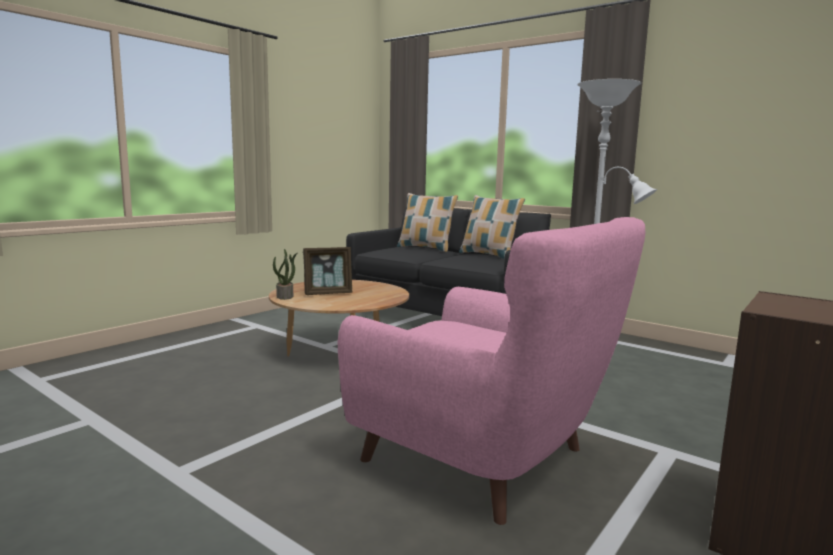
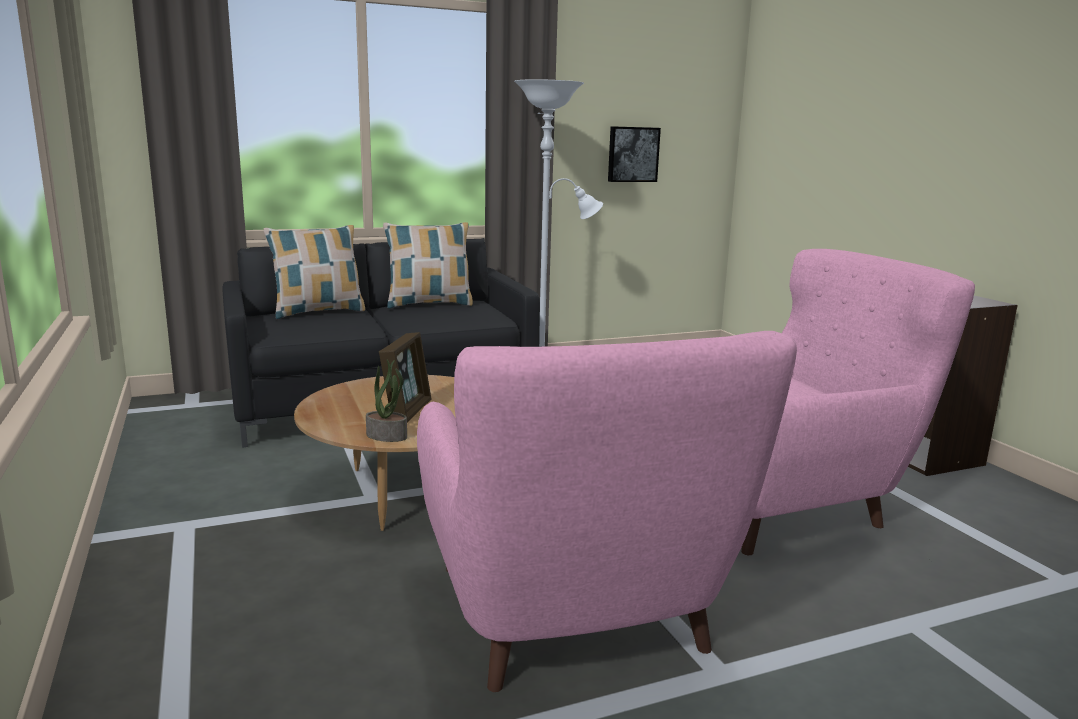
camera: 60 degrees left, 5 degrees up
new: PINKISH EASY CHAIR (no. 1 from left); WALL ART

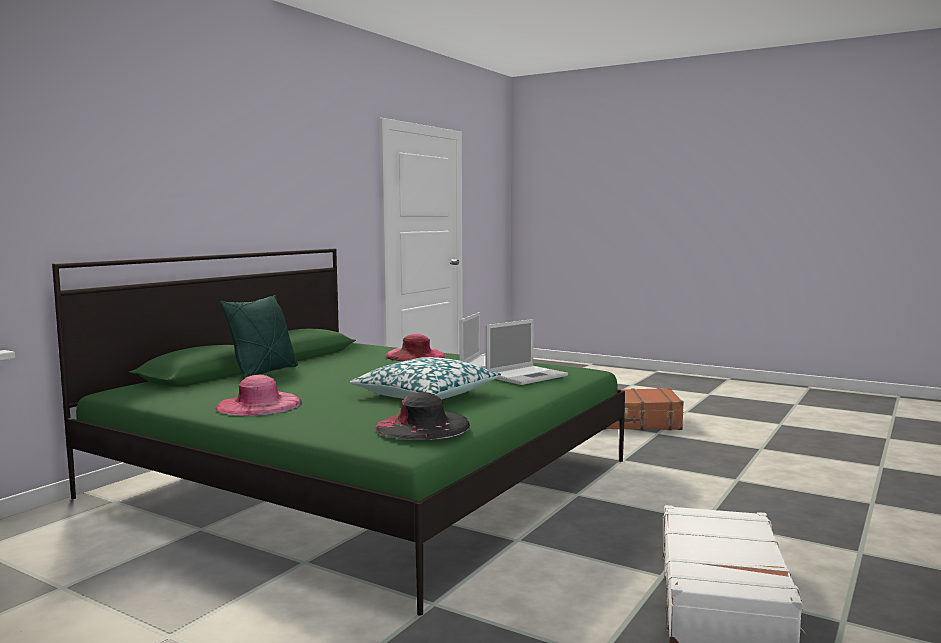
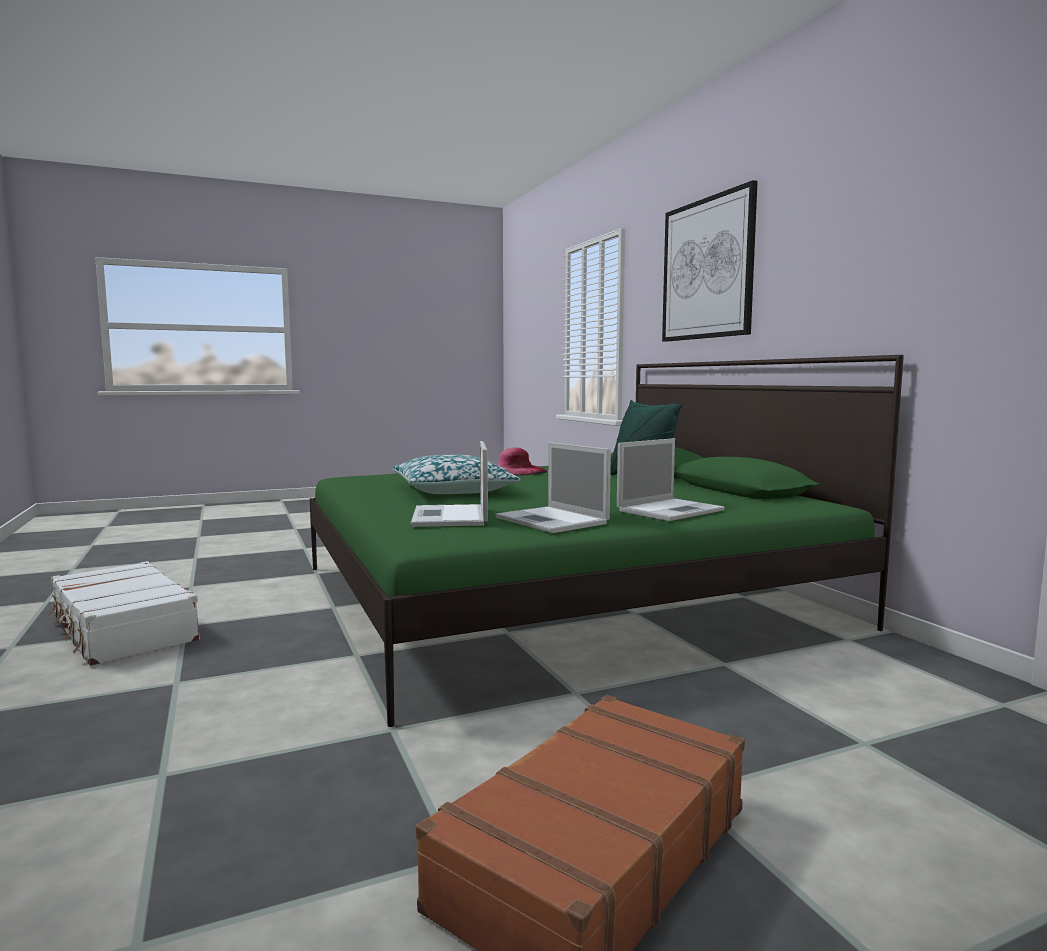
camera: 125 degrees right, 0 degrees up
gone: BLACK HAT
new: WALL ART
swapped: PINKISH HAT (no. 2 from left) to NOTEBOOK COMPUTER (no. 3 from left)

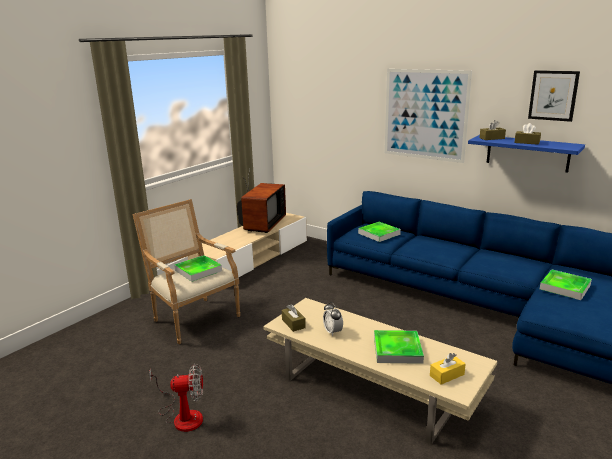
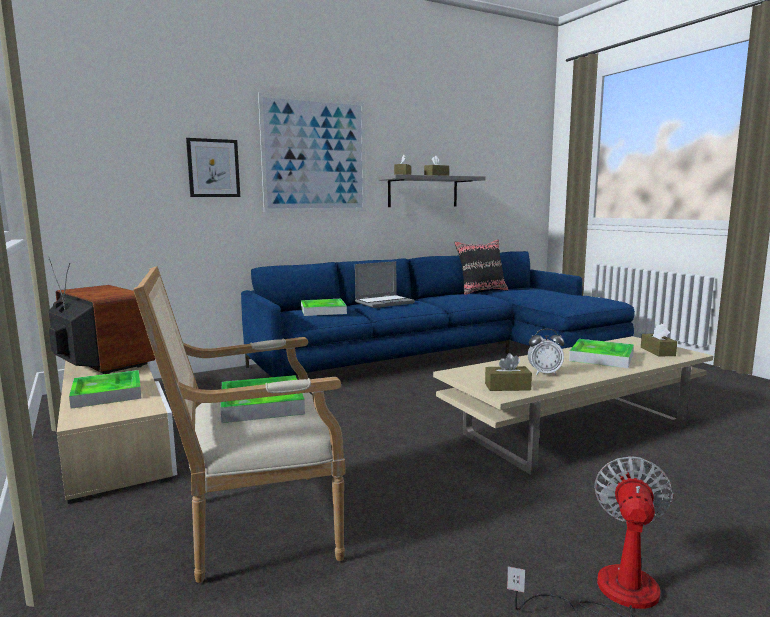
camera: 65 degrees left, 10 degrees down
new: NOTEBOOK COMPUTER; BLACK THROW PILLOW
shifted: WALL ART (no. 2 from left in the first image) to WALL ART (no. 1 from left); CARRYING TRAY (no. 4 from left in the first image) to CARRYING TRAY (no. 1 from left)
repainted: YELLOW BOX OF TISSUES to BROWN BOX OF TISSUES (no. 4 from left); BLUE-COLOURED WALL SHELF to GRAY WALL SHELF

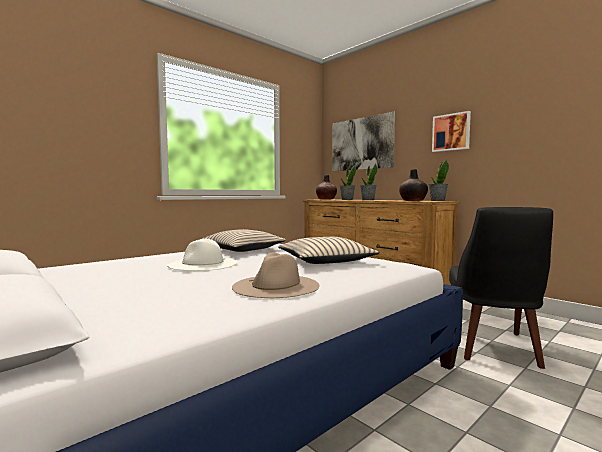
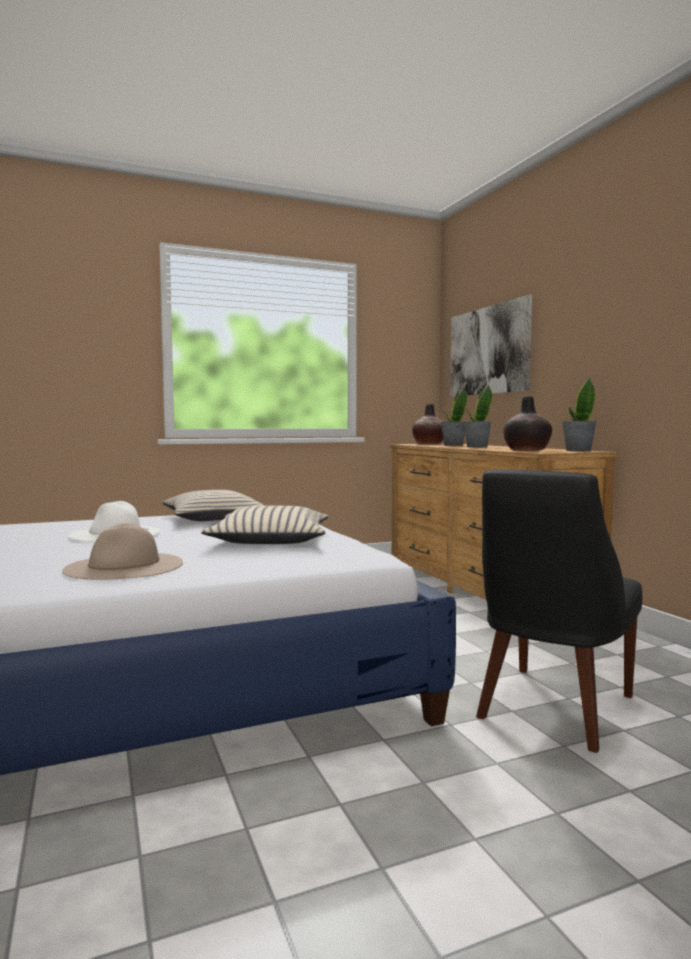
camera: 20 degrees right, 0 degrees up
gone: WALL ART (no. 2 from left)

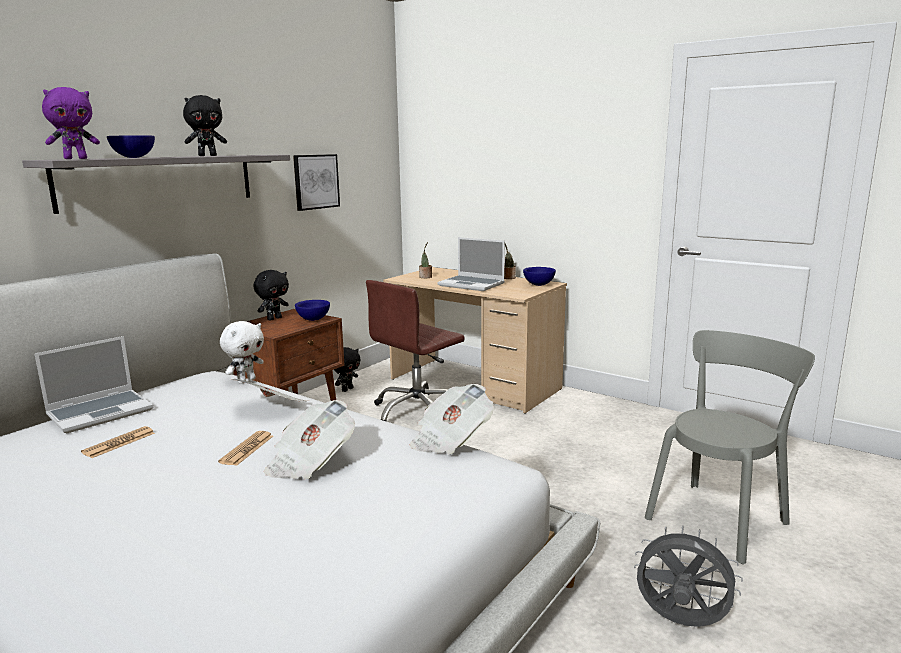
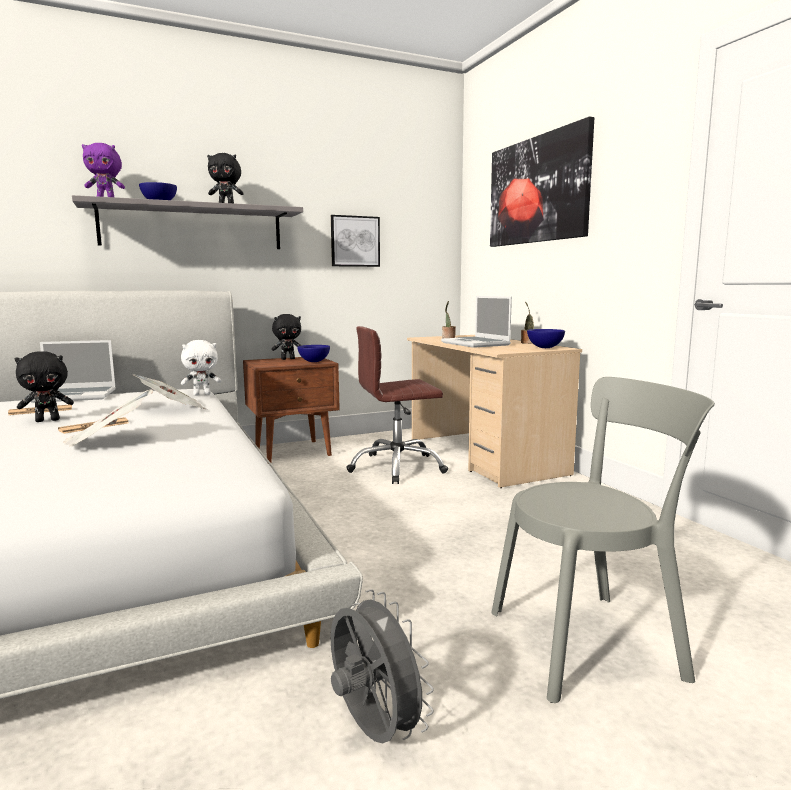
camera: 30 degrees right, 5 degrees down
gone: DAILY PAPER (no. 5 from left)
new: WALL ART (no. 2 from left)
shifted: BLACK PLUSH TOY (no. 3 from left in the first image) to BLACK PLUSH TOY (no. 1 from left)

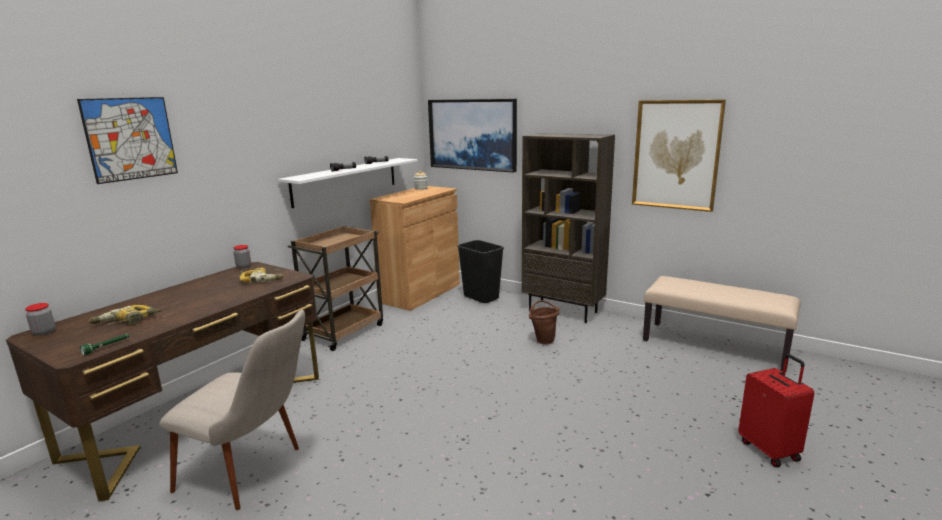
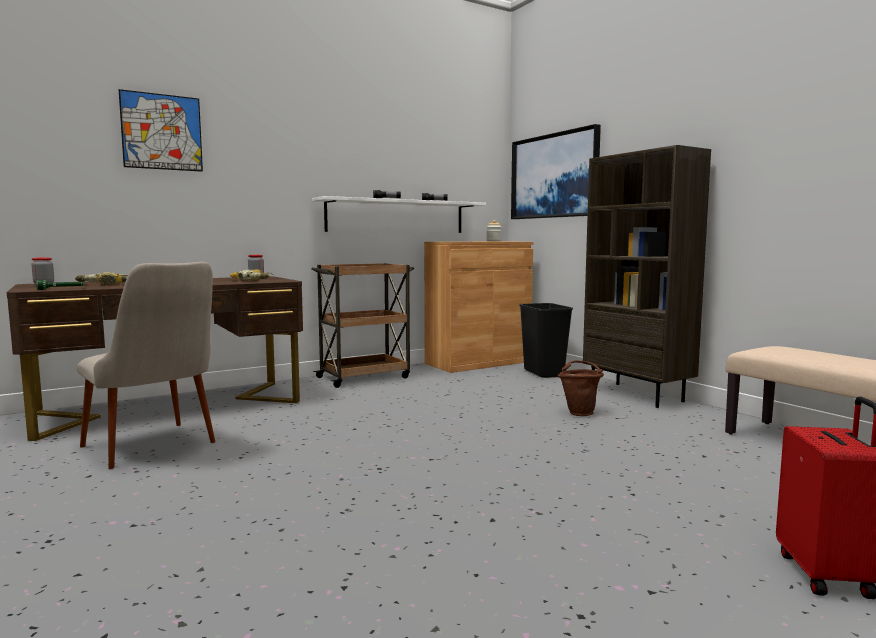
camera: 25 degrees right, 10 degrees down
gone: WALL ART (no. 3 from left)

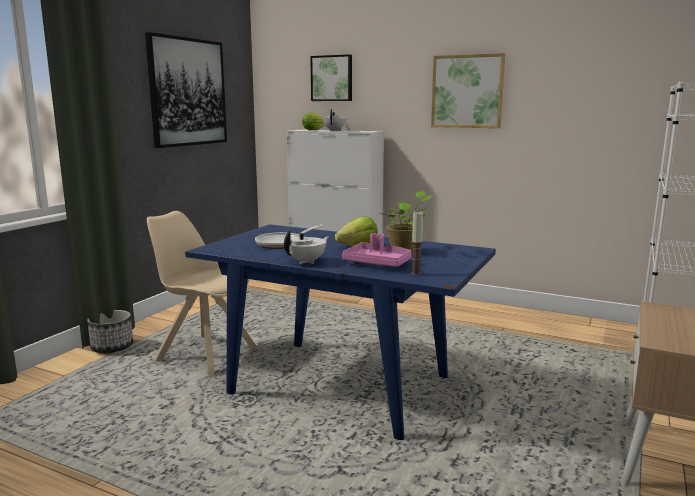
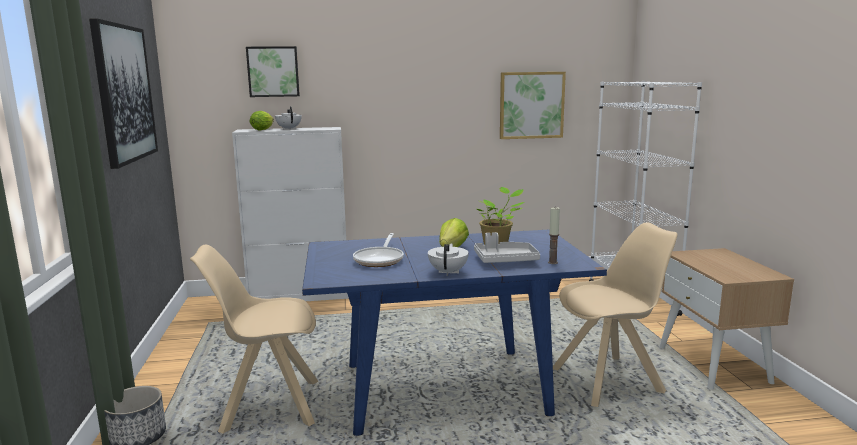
camera: 35 degrees left, 0 degrees up
new: SAND-COLOURED CHAIR (no. 2 from left)
shifted: WALL ART (no. 3 from left)
repainted: PINKISH CARRYING TRAY to GRAY CARRYING TRAY

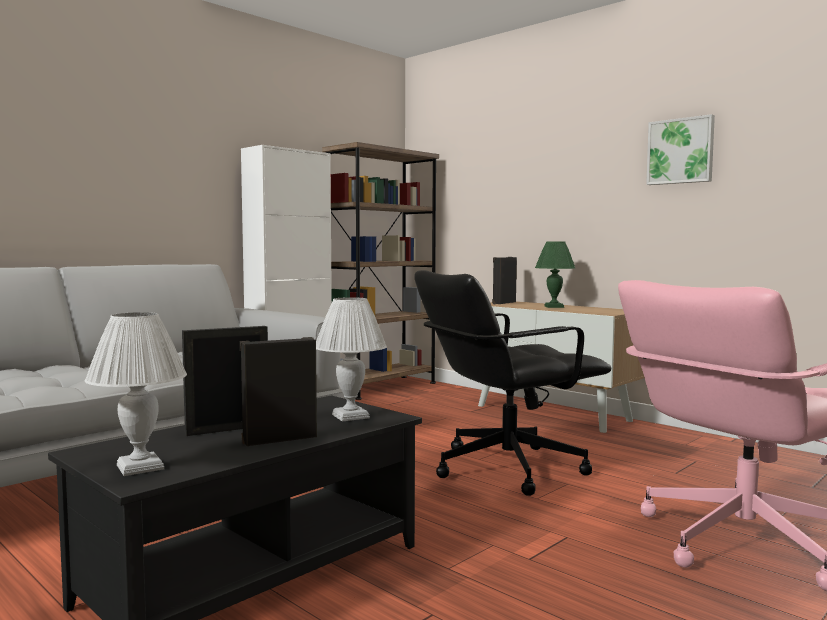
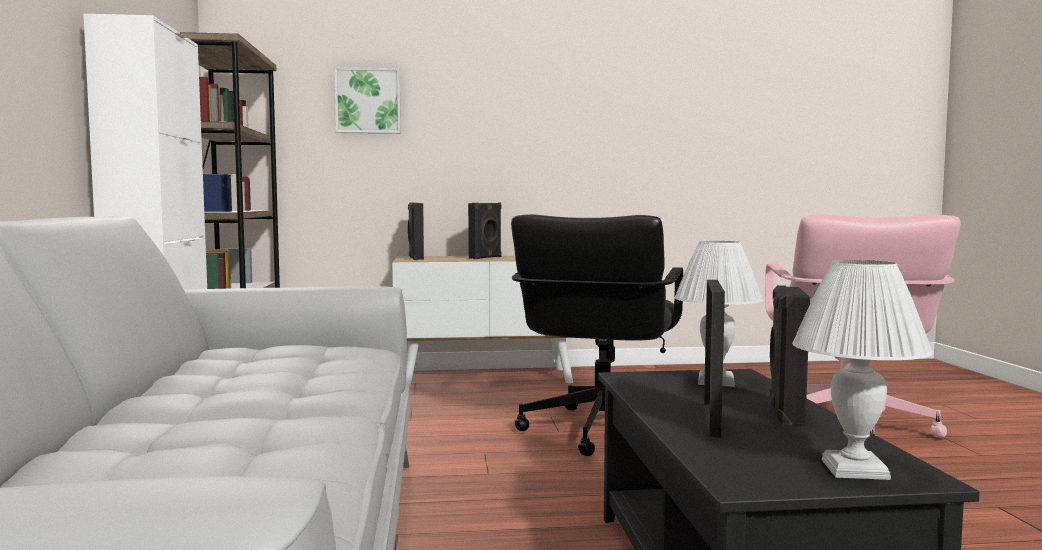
camera: 50 degrees left, 0 degrees up
shifted: WALL ART
swapped: GREEN TABLE LAMP to BLACK LOUDSPEAKER (no. 2 from left)

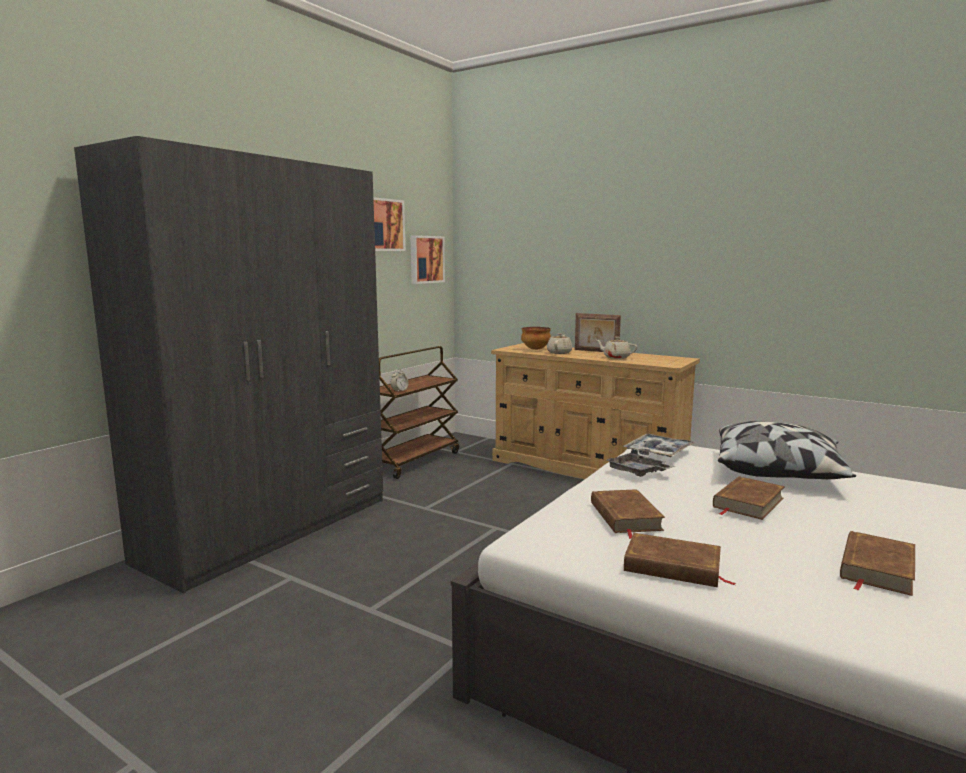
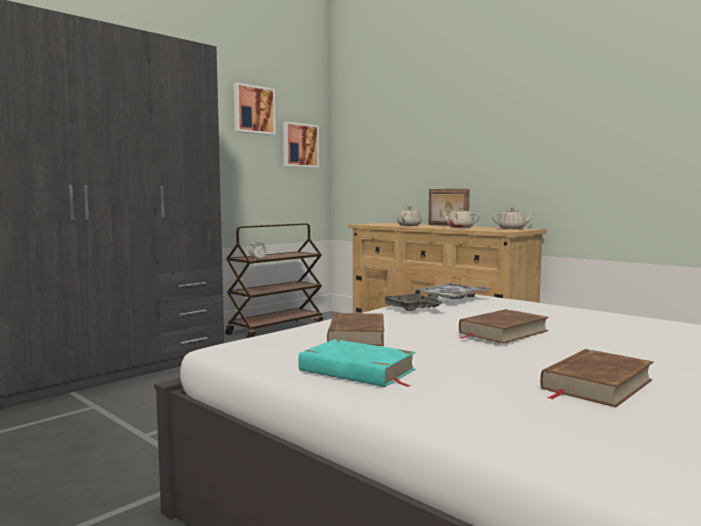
camera: 10 degrees right, 5 degrees down
gone: BOWL; THROW PILLOW
new: SAND-COLOURED POT FOR TEA (no. 3 from left)
repainted: BROWN VOLUME (no. 2 from left) to BLUE-GREEN VOLUME

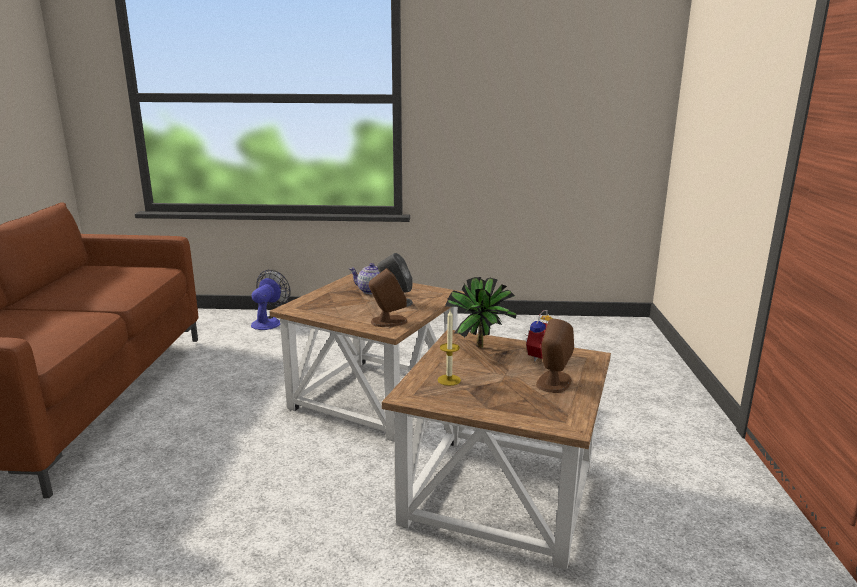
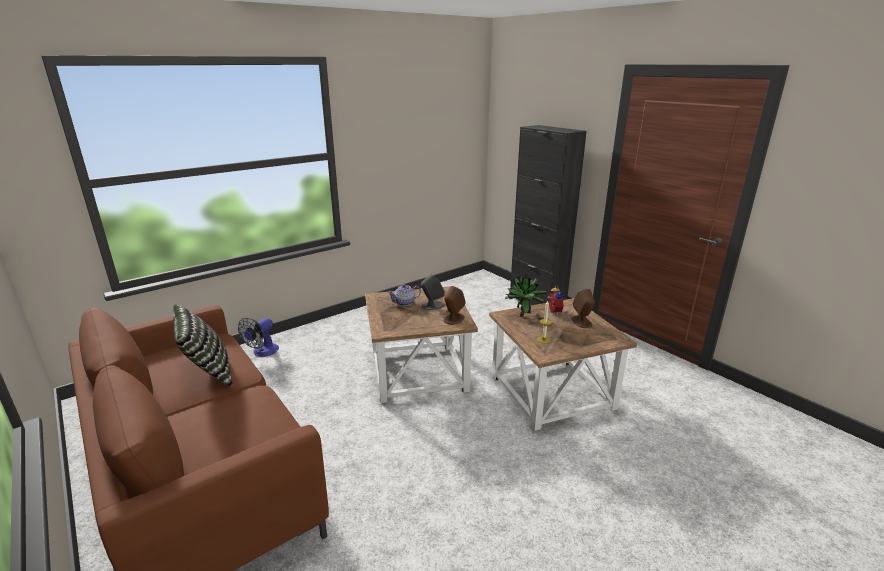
camera: 40 degrees left, 5 degrees up
new: THROW PILLOW; BLACK CUPBOARD
rotated: ELECTRIC FAN 135 degrees counterclockwise

